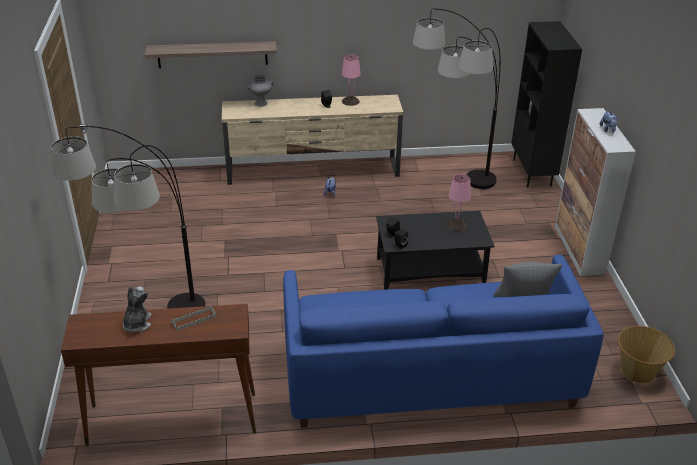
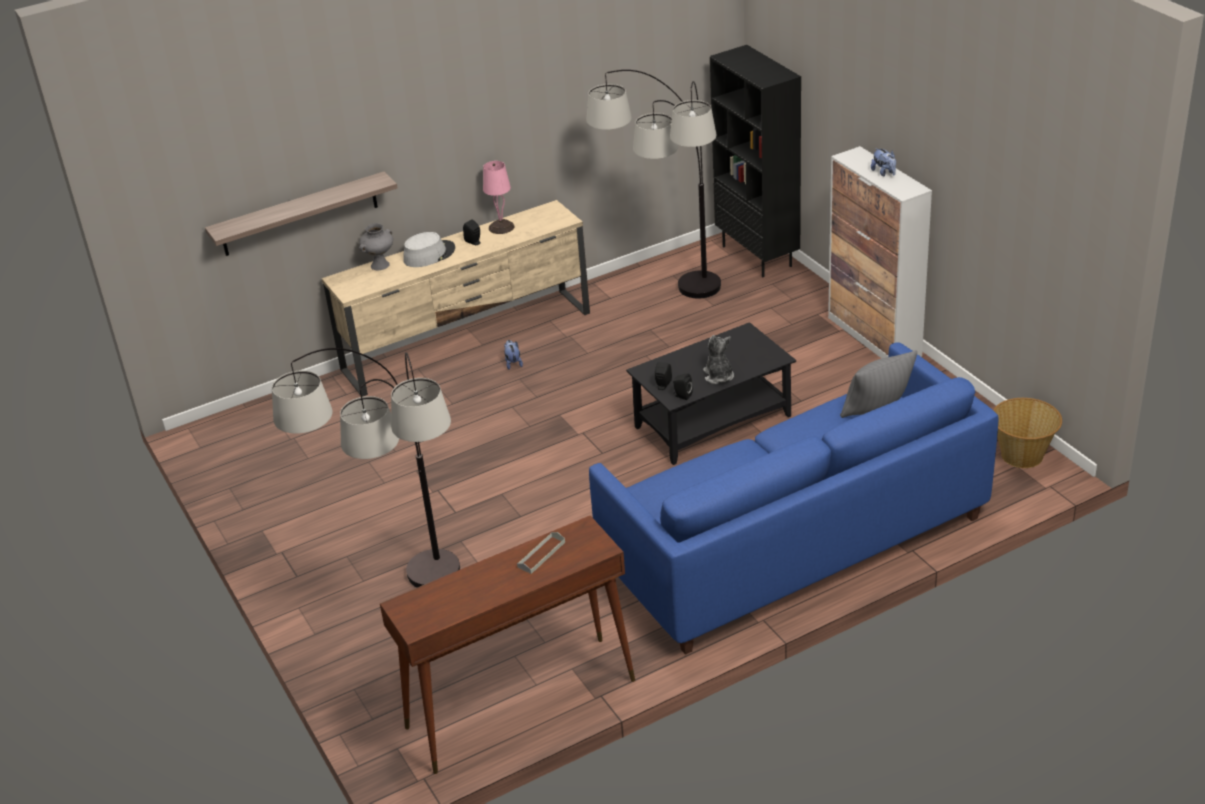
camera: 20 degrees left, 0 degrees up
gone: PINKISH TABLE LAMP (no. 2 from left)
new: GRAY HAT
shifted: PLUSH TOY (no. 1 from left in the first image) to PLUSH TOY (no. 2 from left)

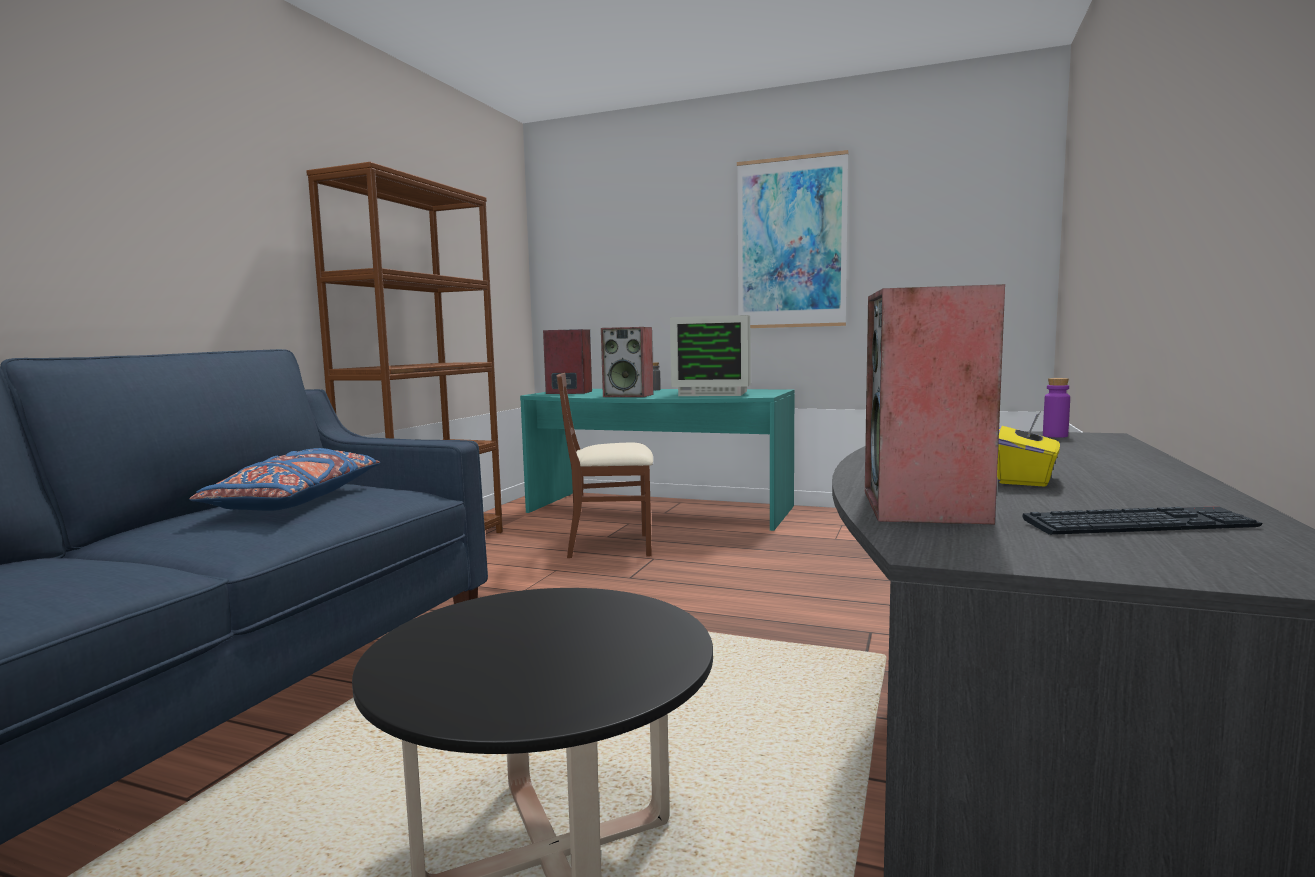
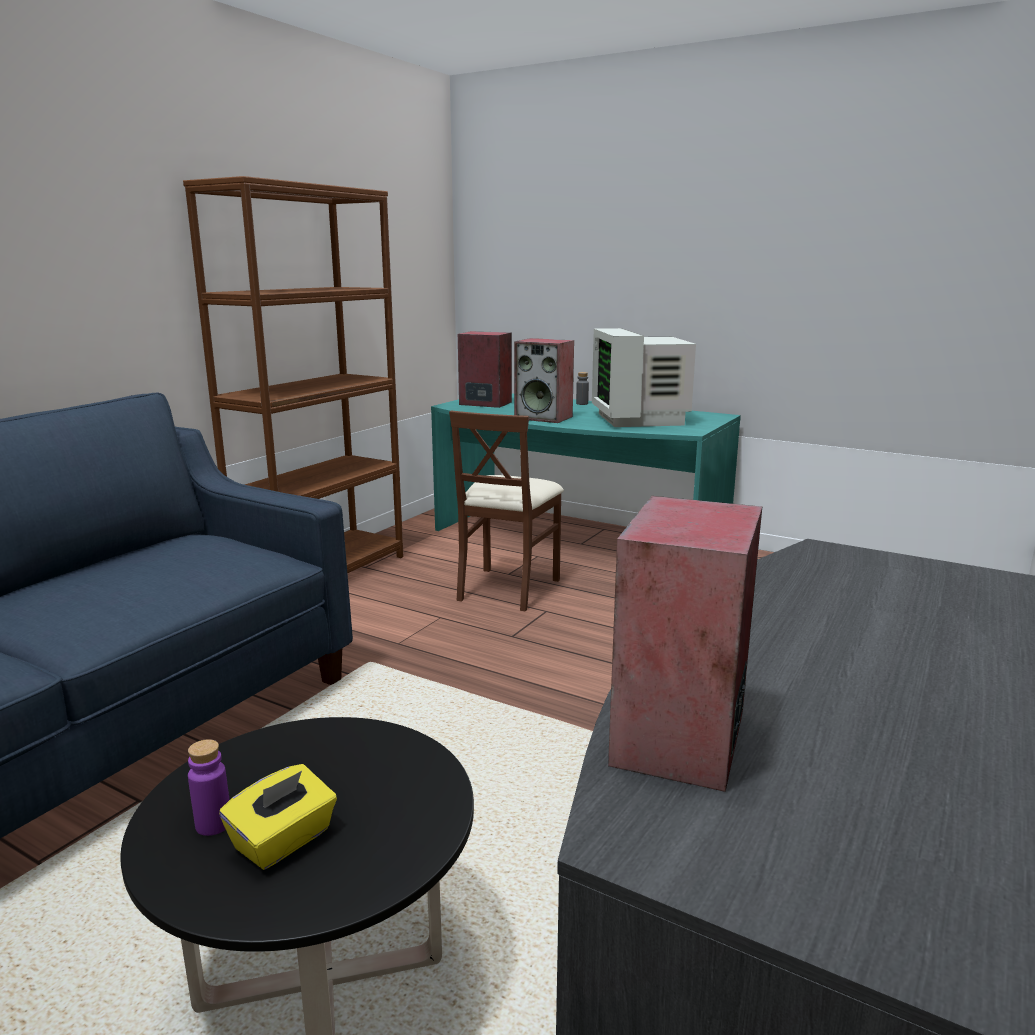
camera: 10 degrees right, 10 degrees up
gone: BLUE-COLOURED THROW PILLOW; WALL ART; KEYBOARD
shifted: YELLOW BOX OF TISSUES; PURPLISH BOTTLE
rotated: BROWN CHAIR 75 degrees counterclockwise; COMPUTER SCREEN 60 degrees clockwise

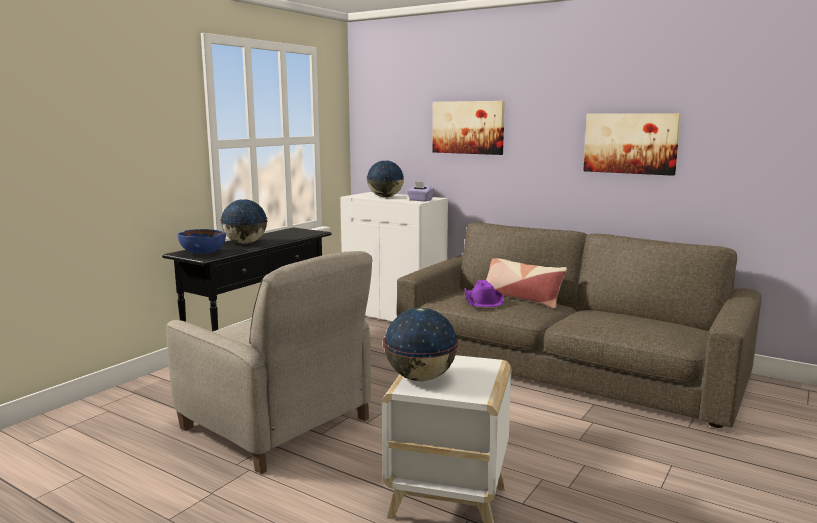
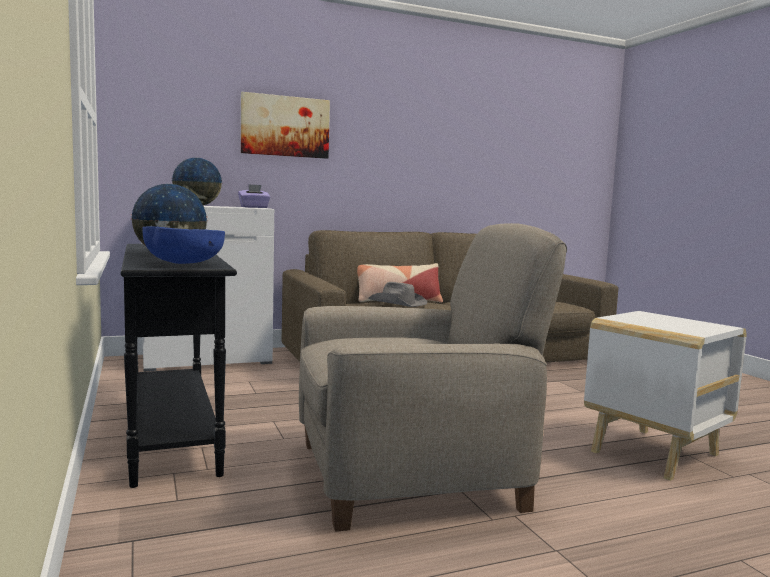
camera: 55 degrees left, 5 degrees down
gone: GLOBE (no. 3 from left); WALL ART (no. 2 from left)
repainted: PURPLISH HAT to GRAY HAT

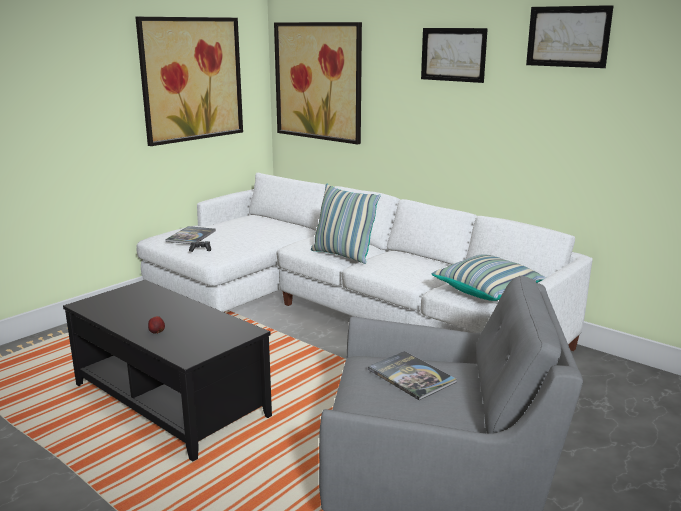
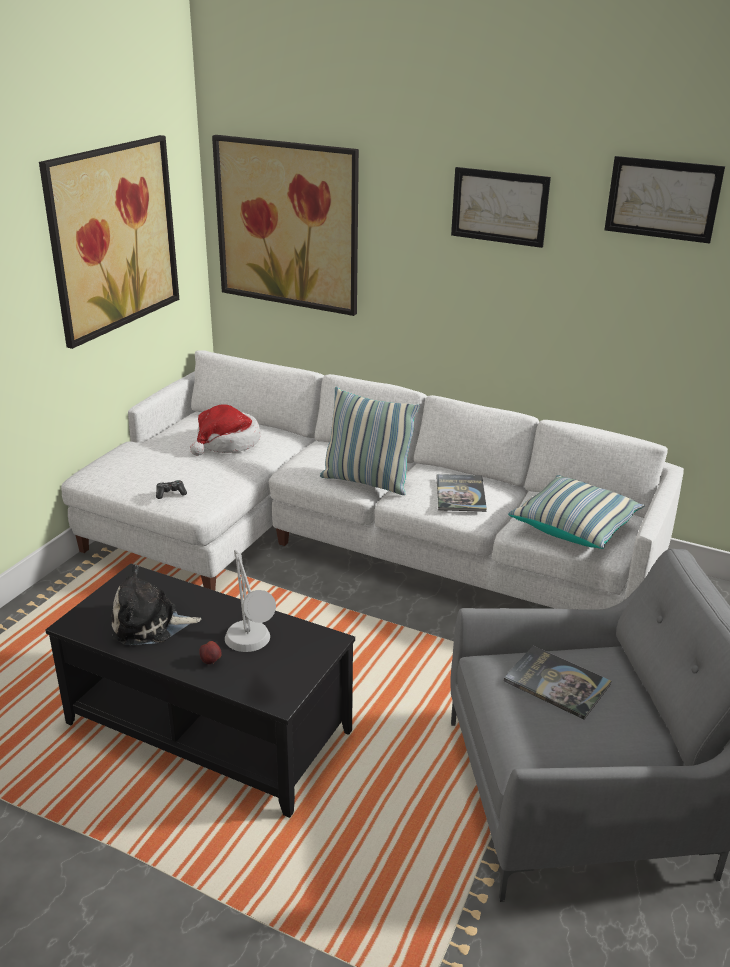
camera: 15 degrees left, 10 degrees up
new: PLUSH TOY; HAT; GRAY TABLE LAMP
shifted: VOLUME (no. 1 from left)

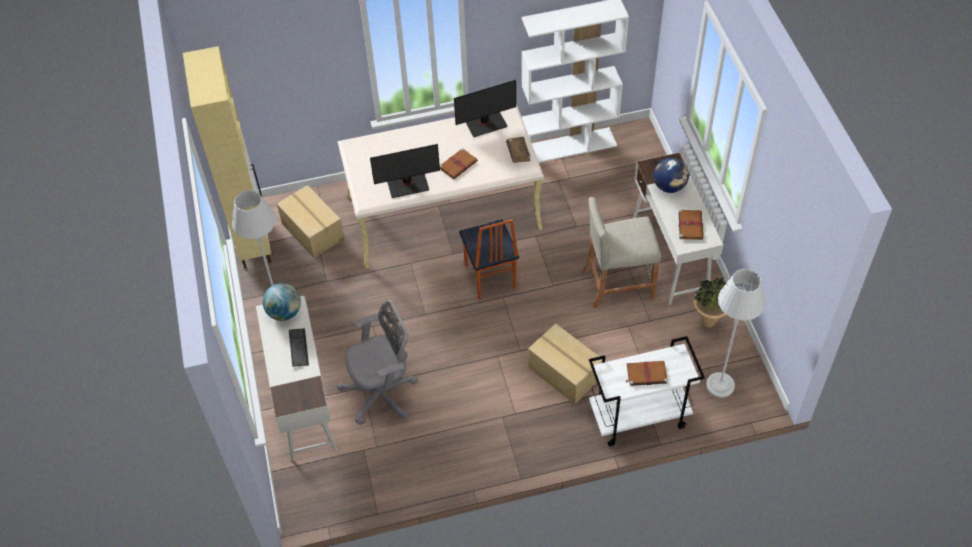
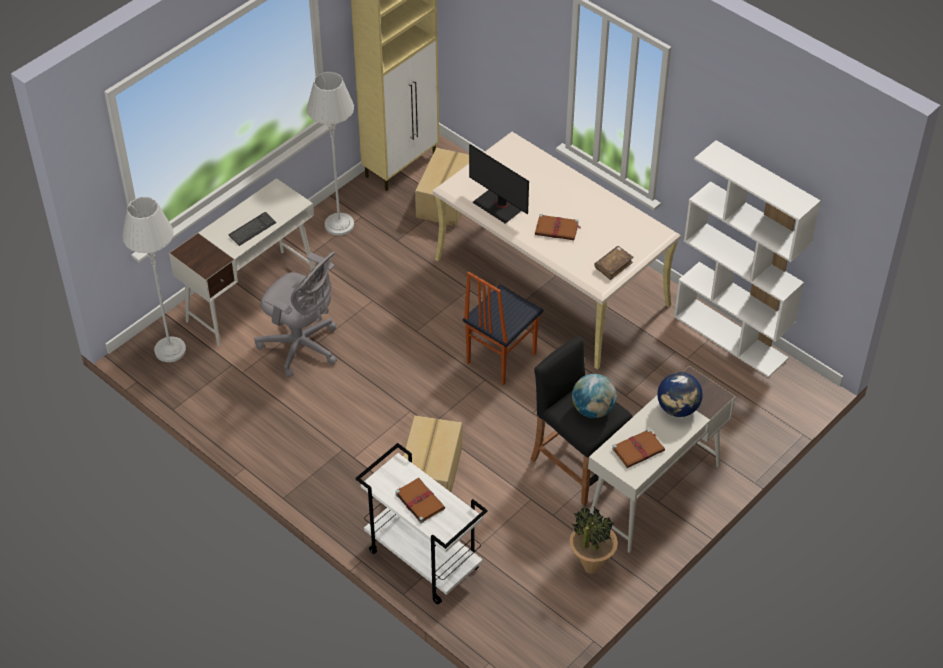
camera: 55 degrees right, 5 degrees down
gone: COMPUTER SCREEN (no. 2 from left)
shifted: GLOBE (no. 1 from left); GRAY STANDARD LAMP (no. 2 from left in the first image) to GRAY STANDARD LAMP (no. 1 from left)
repainted: SAND-COLOURED SITTING STOOL to BLACK SITTING STOOL

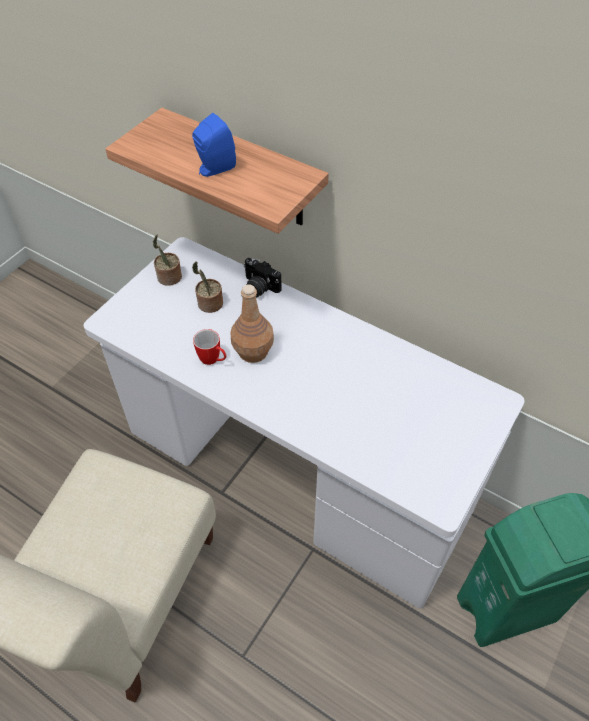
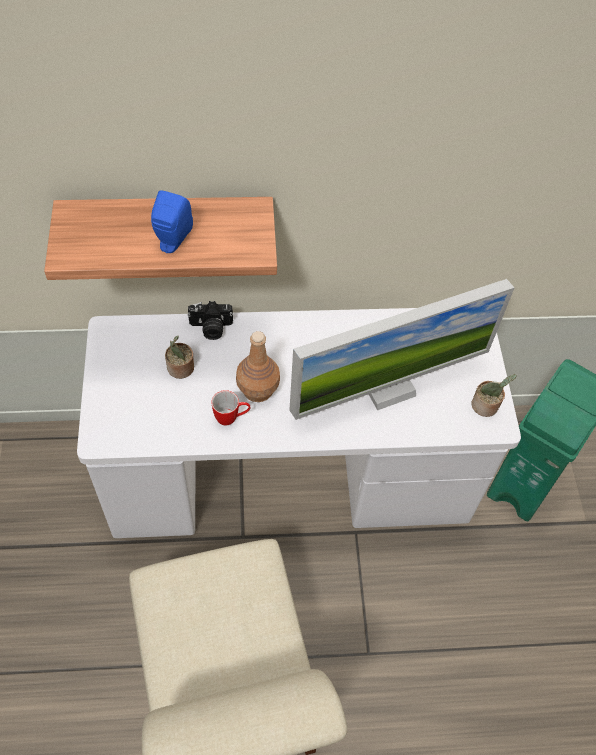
camera: 40 degrees left, 5 degrees up
new: COMPUTER SCREEN
shifted: HOUSEPLANT (no. 1 from left in the first image) to HOUSEPLANT (no. 2 from left)

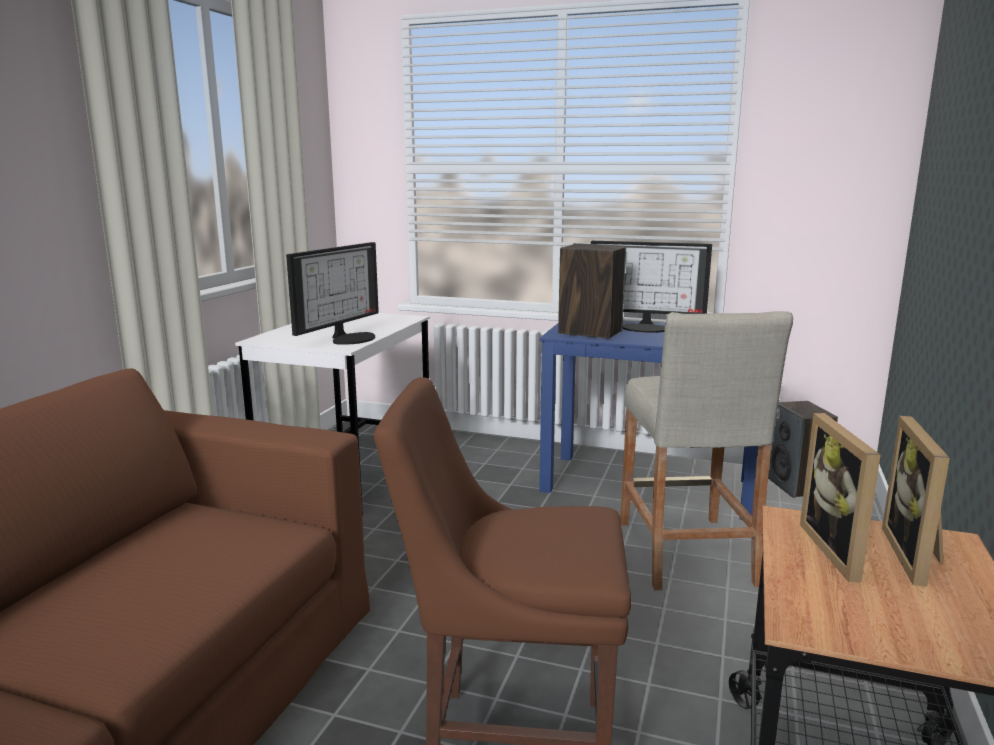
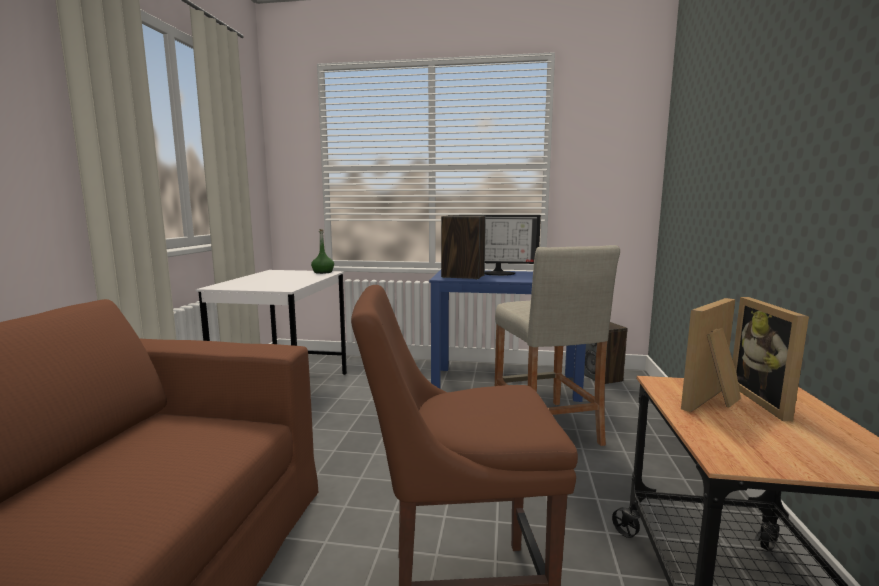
camera: 10 degrees left, 5 degrees down
gone: COMPUTER SCREEN (no. 1 from left)
new: GREEN BOTTLE
rotated: PHOTO FRAME (no. 1 from left) 60 degrees clockwise

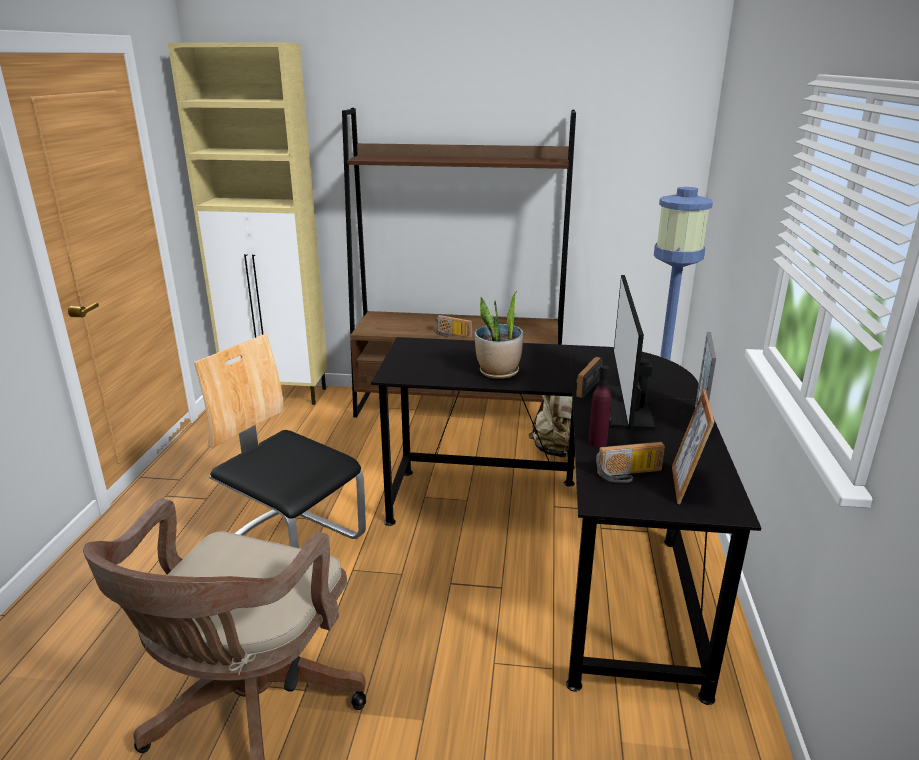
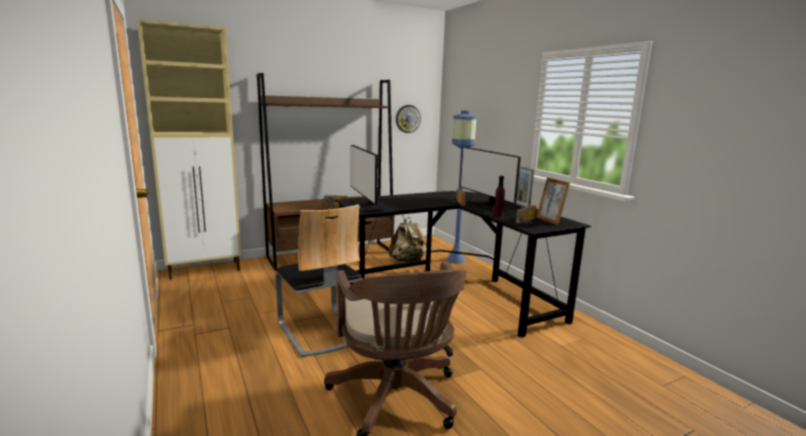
camera: 35 degrees left, 10 degrees down
gone: HOUSEPLANT
new: COMPUTER SCREEN (no. 1 from left); CLOCK ON THE WALL
rotated: CHAIR 120 degrees counterclockwise

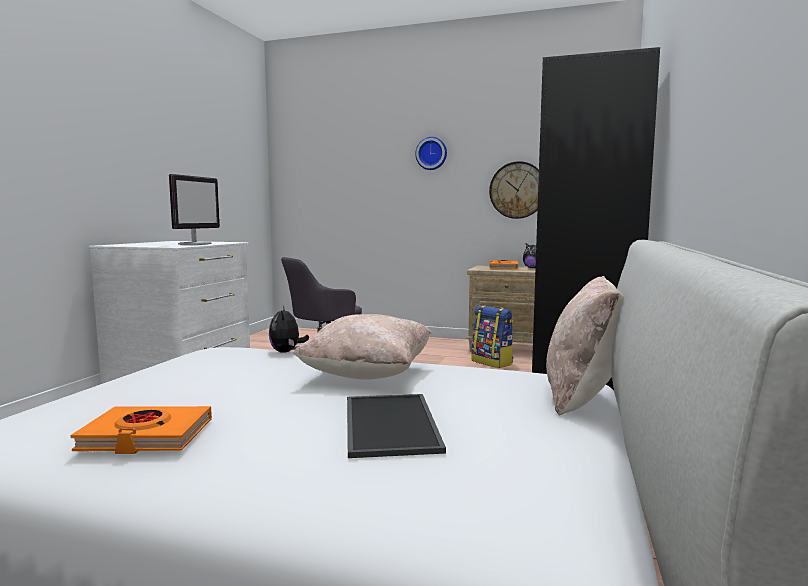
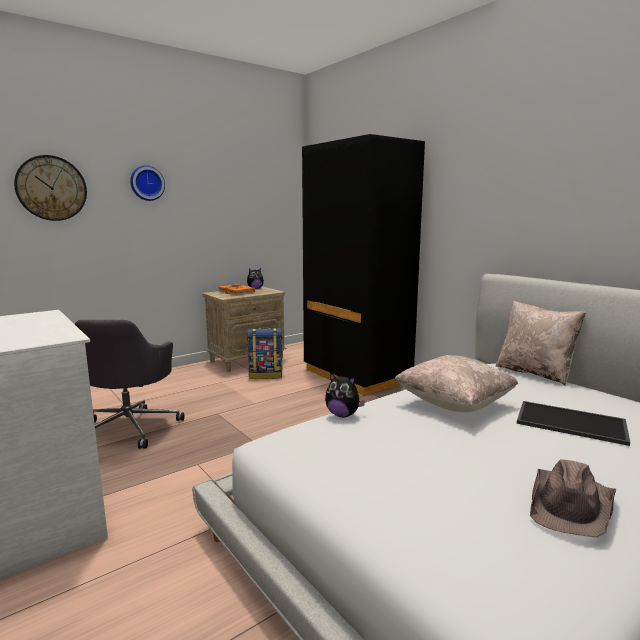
camera: 55 degrees left, 5 degrees up
gone: COMPUTER SCREEN
shifted: CLOCK ON THE WALL (no. 2 from left in the first image) to CLOCK ON THE WALL (no. 1 from left)
swapped: ORANGE-COLOURED VOLUME (no. 1 from left) to BROWN HAT

